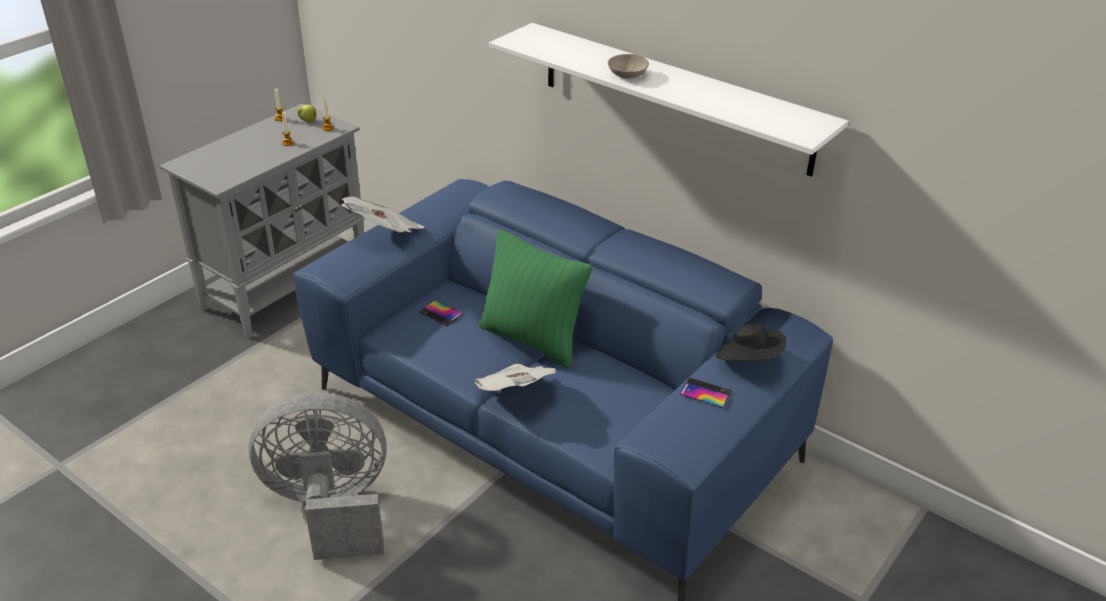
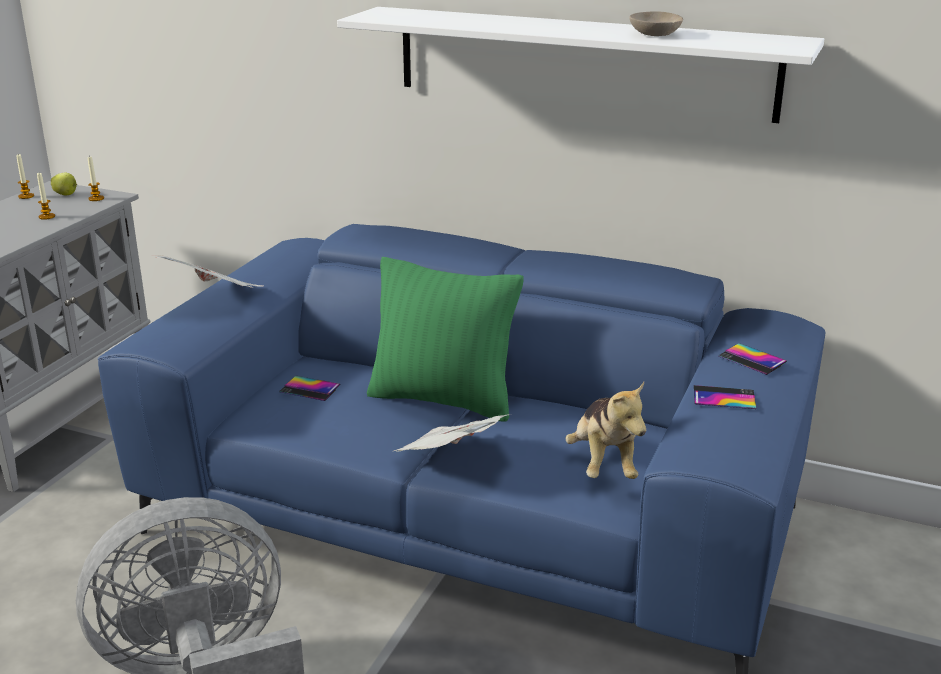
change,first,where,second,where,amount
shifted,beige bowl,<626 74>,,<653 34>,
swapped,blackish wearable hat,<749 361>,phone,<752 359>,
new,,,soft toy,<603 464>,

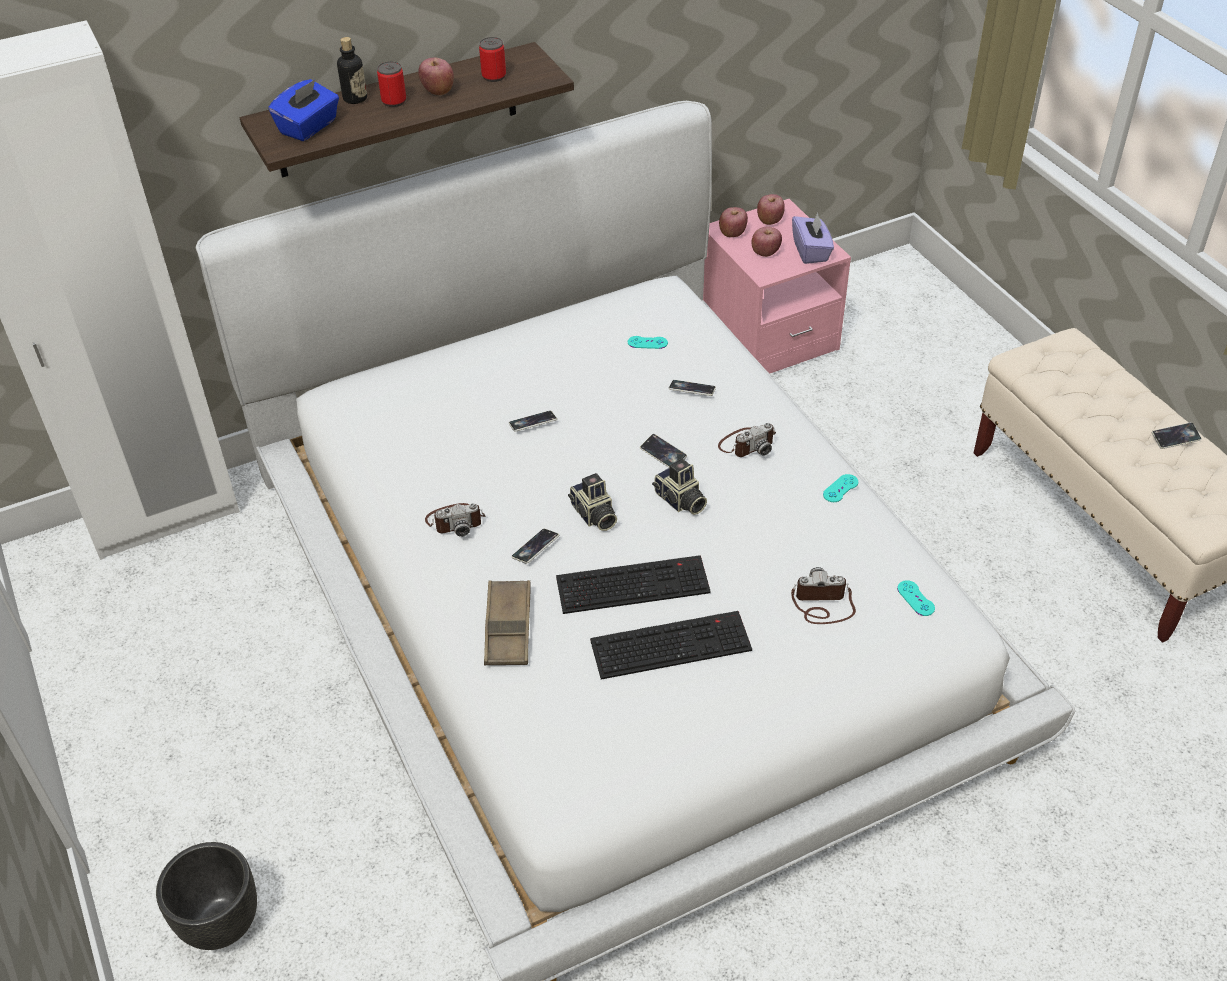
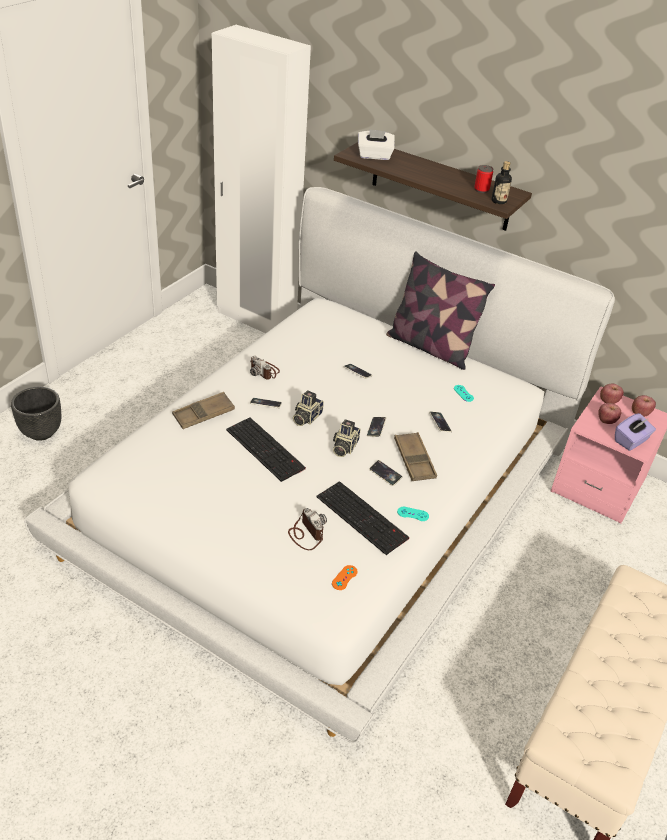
change,first,where,second,where,amount
repainted,blue-coloured tissue holder,<309 127>,white tissue holder,<374 156>,
shifted,beverage bottle,<355 98>,,<498 201>,
gone,sealed can,<394 101>,,,
gone,apple fruit,<438 90>,,,
shifted,keyboard,<672 643>,,<363 517>,
swapped,photo camera,<747 444>,brown tray,<414 460>,
repainted,blue-green game controller,<915 598>,orange game controller,<344 577>,
shifted,phone,<1175 438>,,<385 474>,
new,,,pillow,<430 347>,

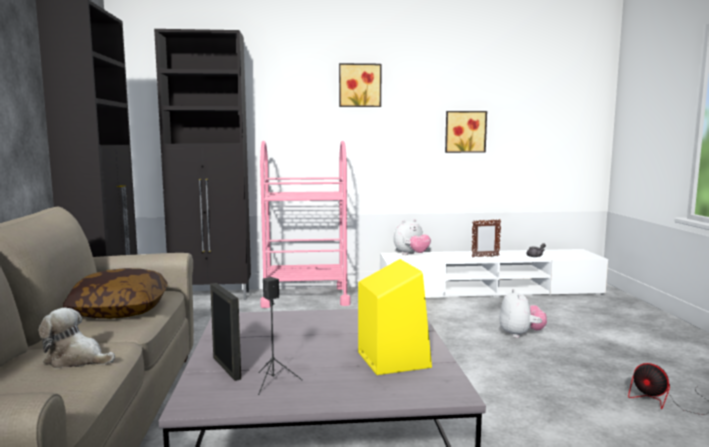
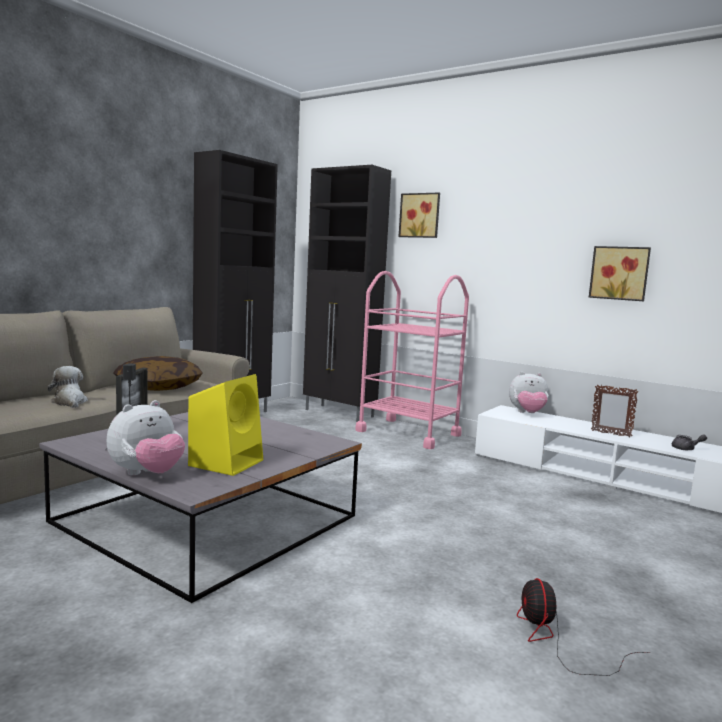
change,first,where,second,where,amount
shifted,picture,<359 85>,,<420 215>,
shifted,soft toy,<520 335>,,<147 474>,

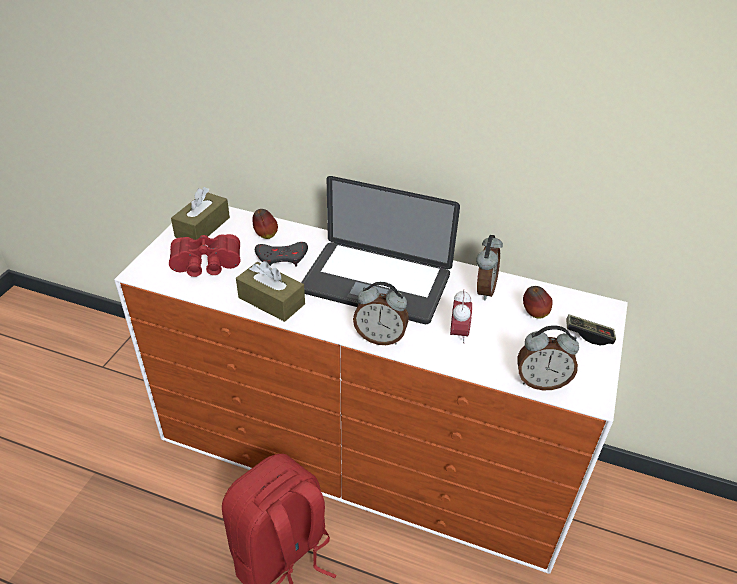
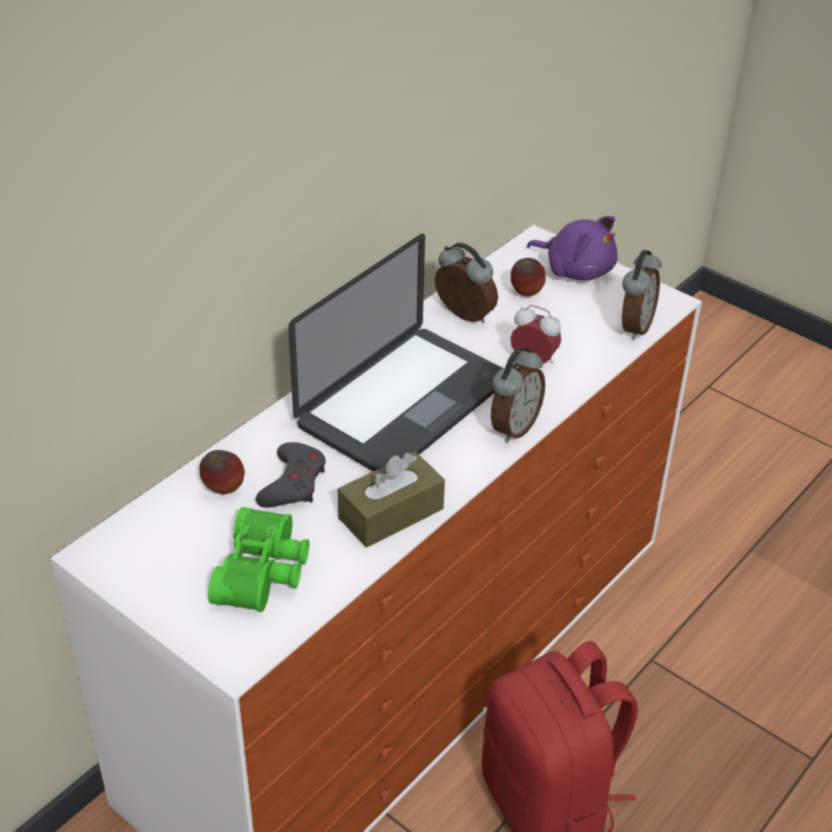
change,first,where,second,where,amount
repainted,reddish field glasses,<206 266>,green field glasses,<265 572>,
gone,brown tissue holder,<202 227>,,,
swapped,game controller,<588 335>,purplish soft toy,<576 269>,

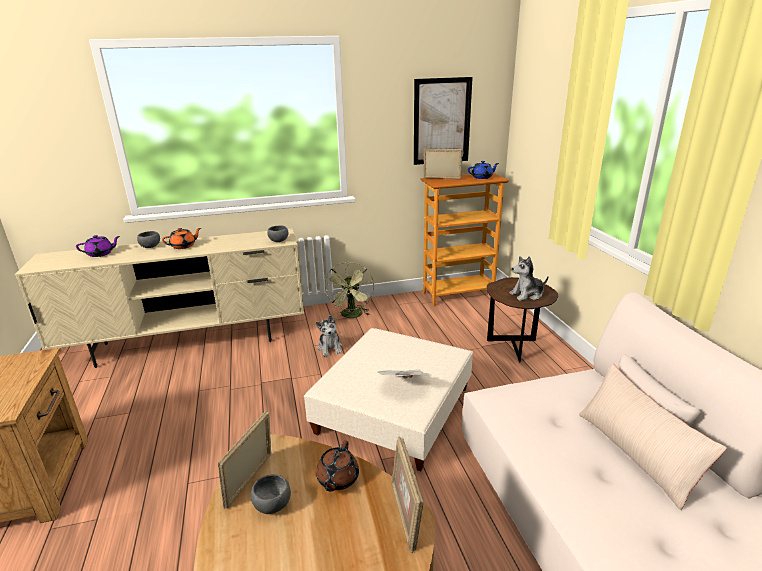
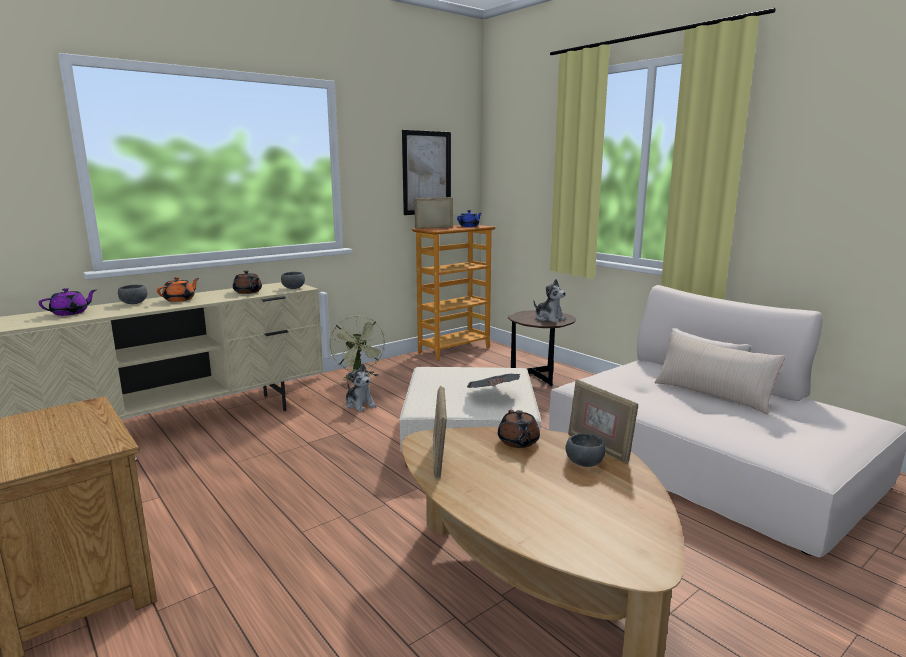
change,first,where,second,where,amount
shifted,grey bowl,<272 505>,,<585 464>,
rotated,soft toy,<527 295>,,<549 318>,90 degrees counterclockwise
new,,,brown tea pot,<248 292>,

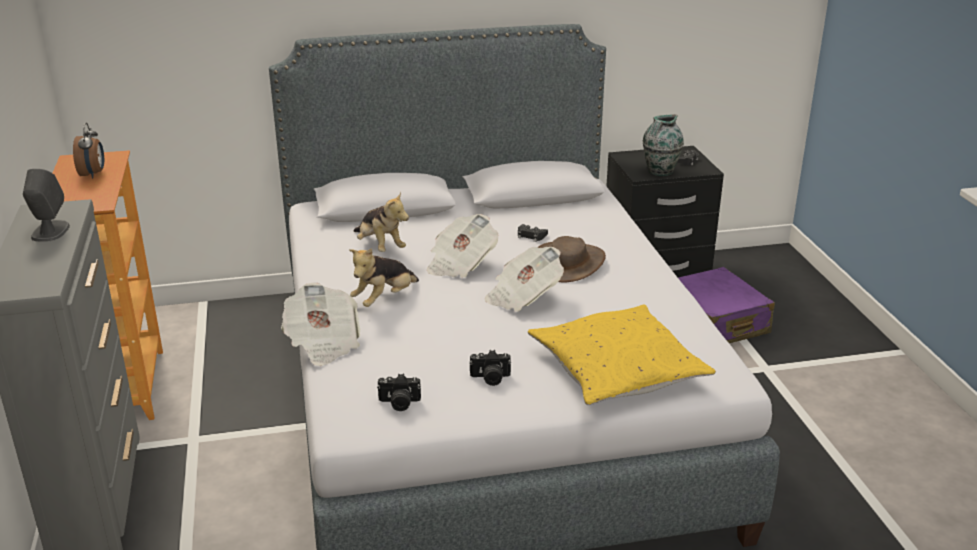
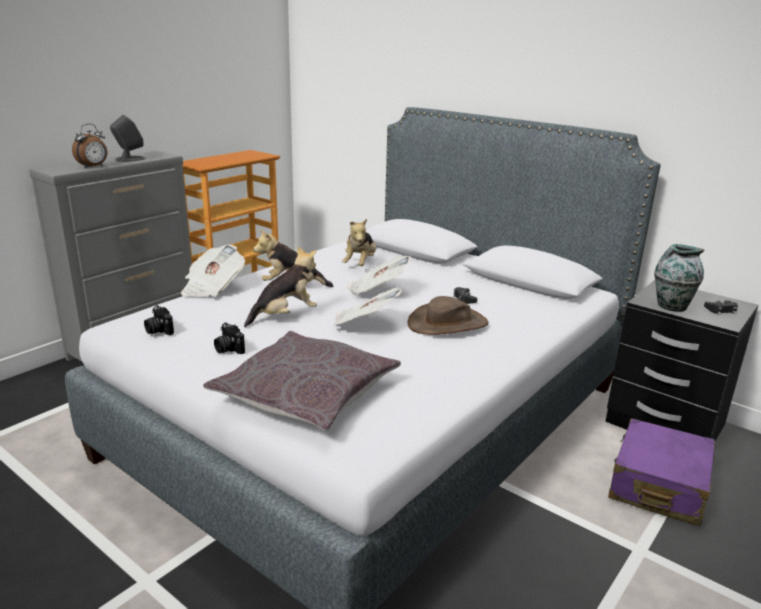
change,first,where,second,where,amount
shifted,table clock,<93 174>,,<93 167>,
repainted,yellow pillow,<617 369>,grey pillow,<306 393>,
new,,,soft toy,<285 315>,

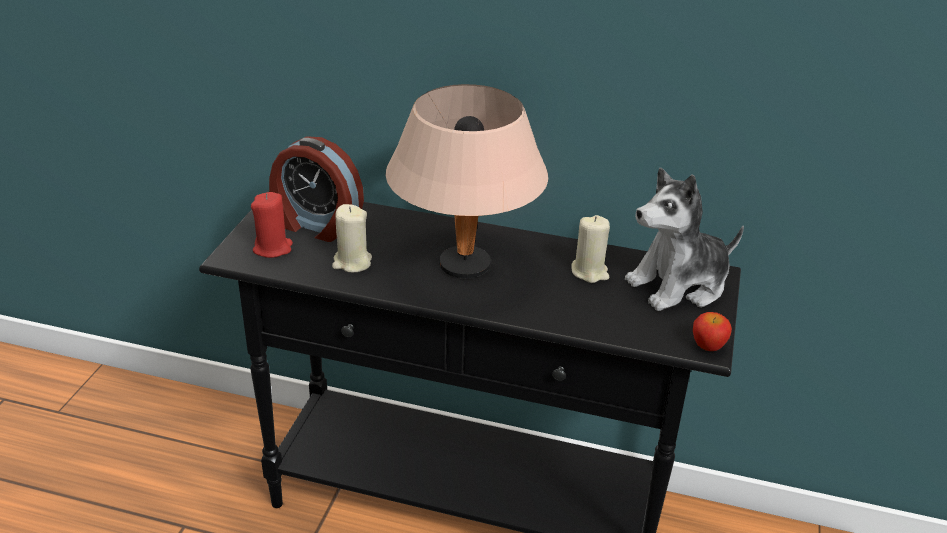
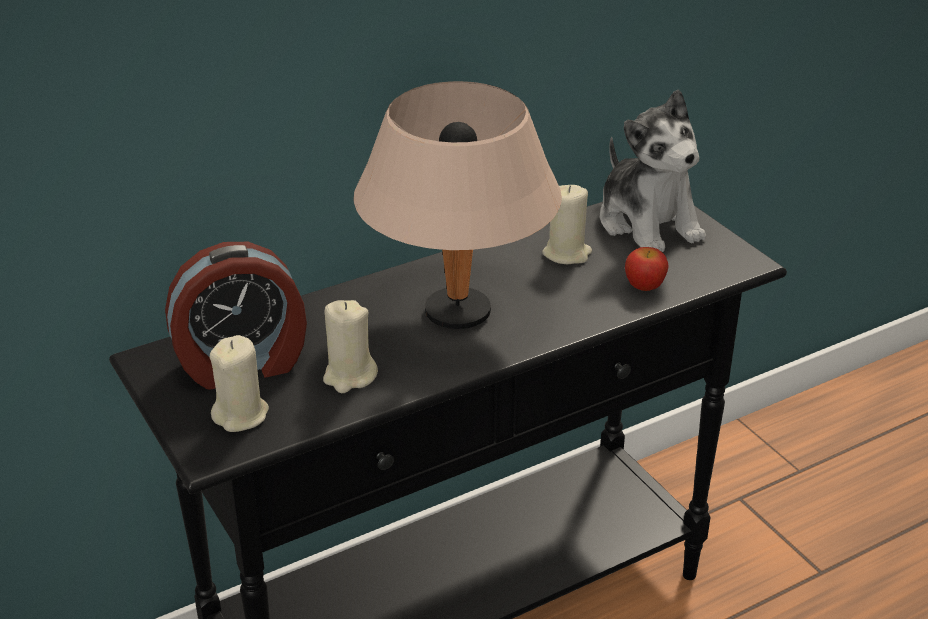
change,first,where,second,where,amount
repainted,reddish wax light,<273 248>,beige wax light,<241 415>,
rotated,soft toy,<679 285>,,<648 223>,45 degrees counterclockwise
shifted,apple fruit,<708 346>,,<645 286>,

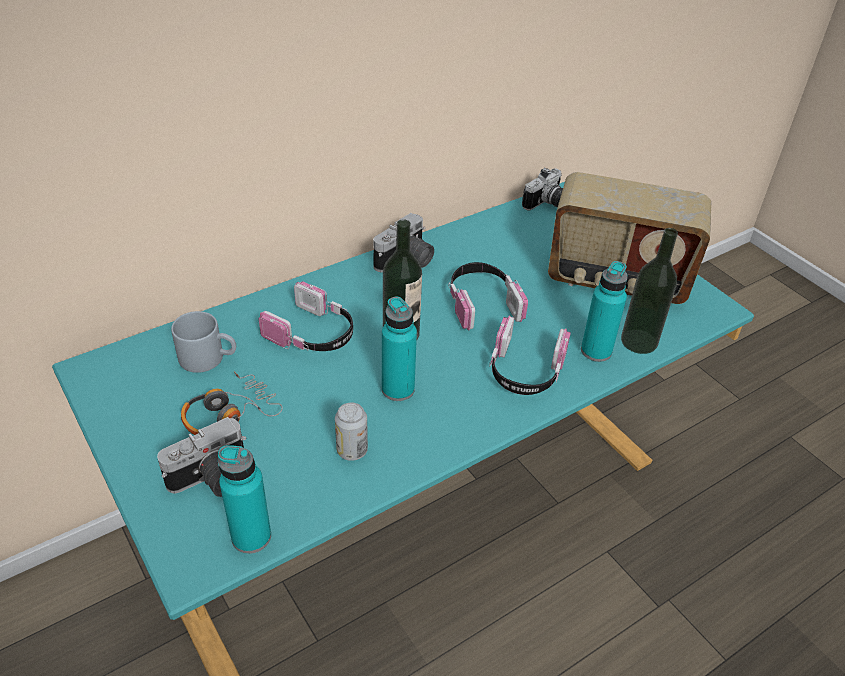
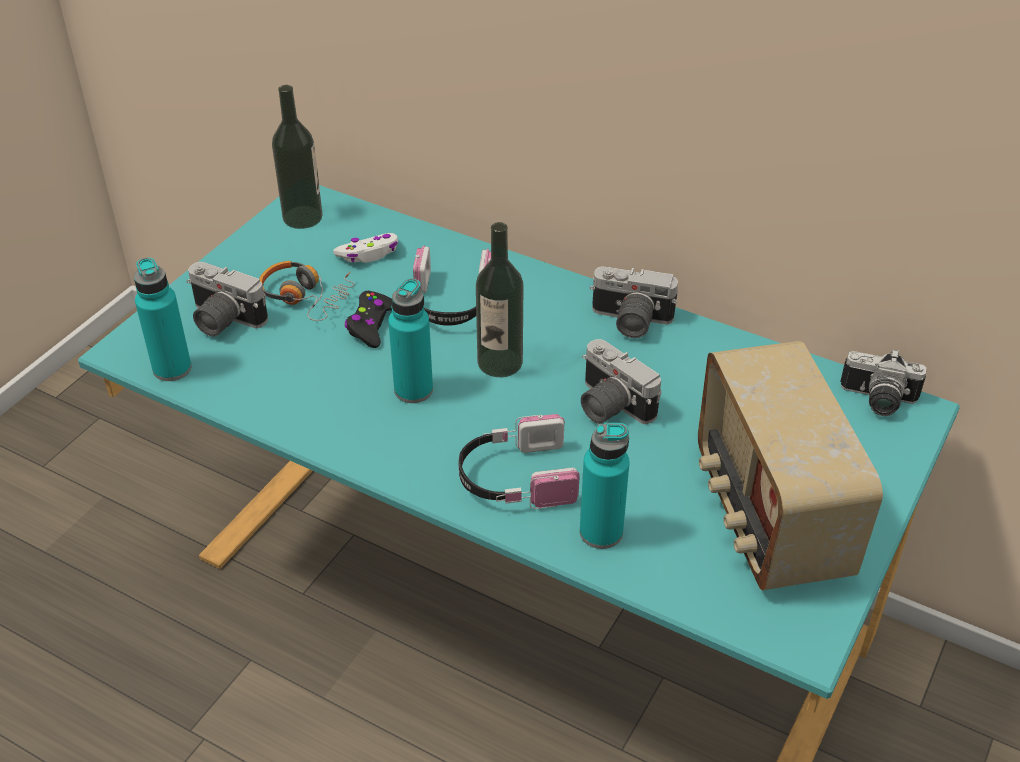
change,first,where,second,where,amount
swapped,grey tea mug,<209 357>,white game controller,<369 254>,
gone,sealed can,<352 450>,,,
swapped,headphones,<482 303>,photo camera,<608 406>,
shifted,beverage bottle,<639 341>,,<302 217>,
new,,,blackish game controller,<371 325>,

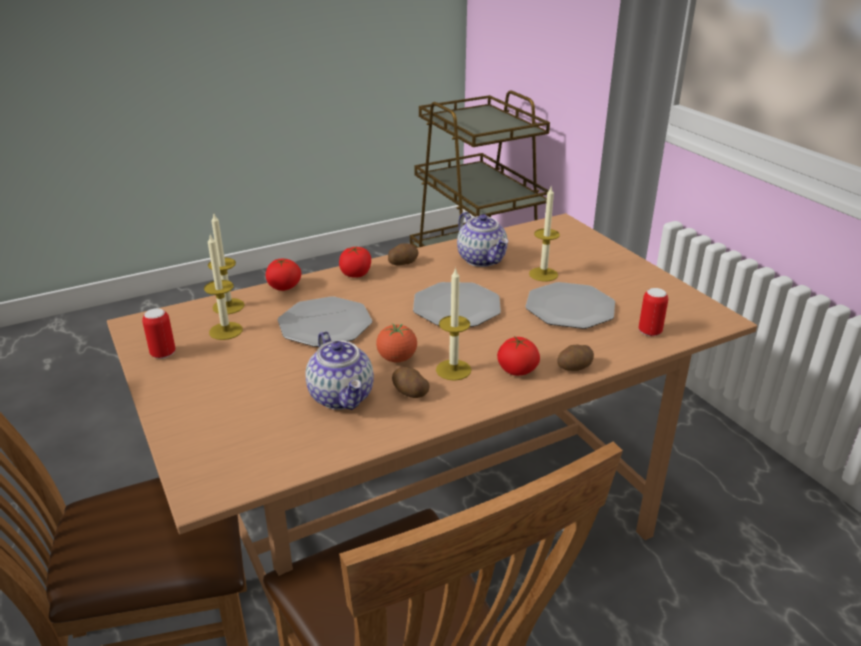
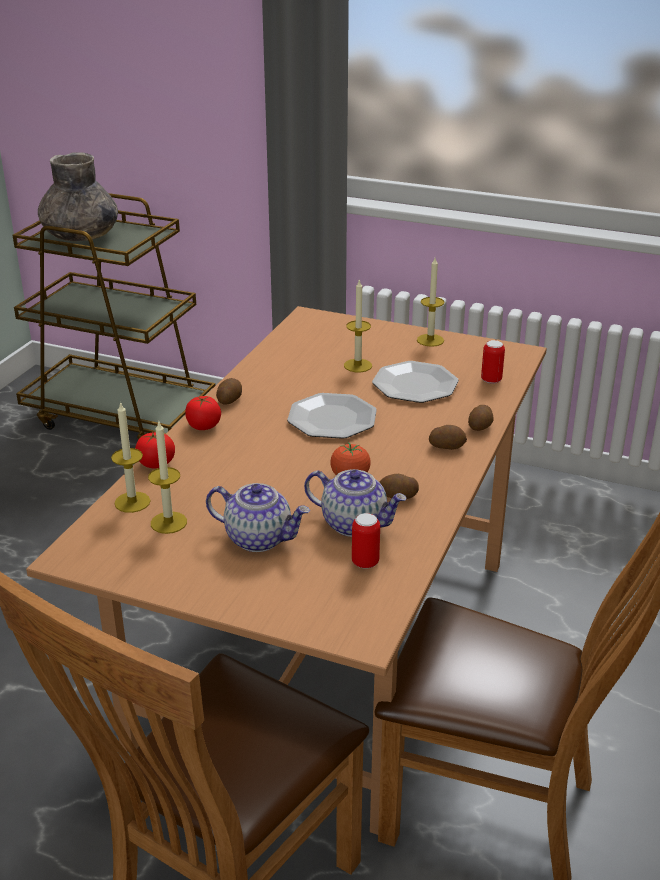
change,first,where,second,where,amount
shifted,sealed can,<163 354>,,<365 562>,
gone,flat dish,<325 324>,,,
shifted,wax light,<453 370>,,<430 340>,
shifted,tea pot,<482 259>,,<259 538>,
swapped,tomato,<517 370>,potato,<447 446>,
new,,,grey decorative vase,<81 236>,

